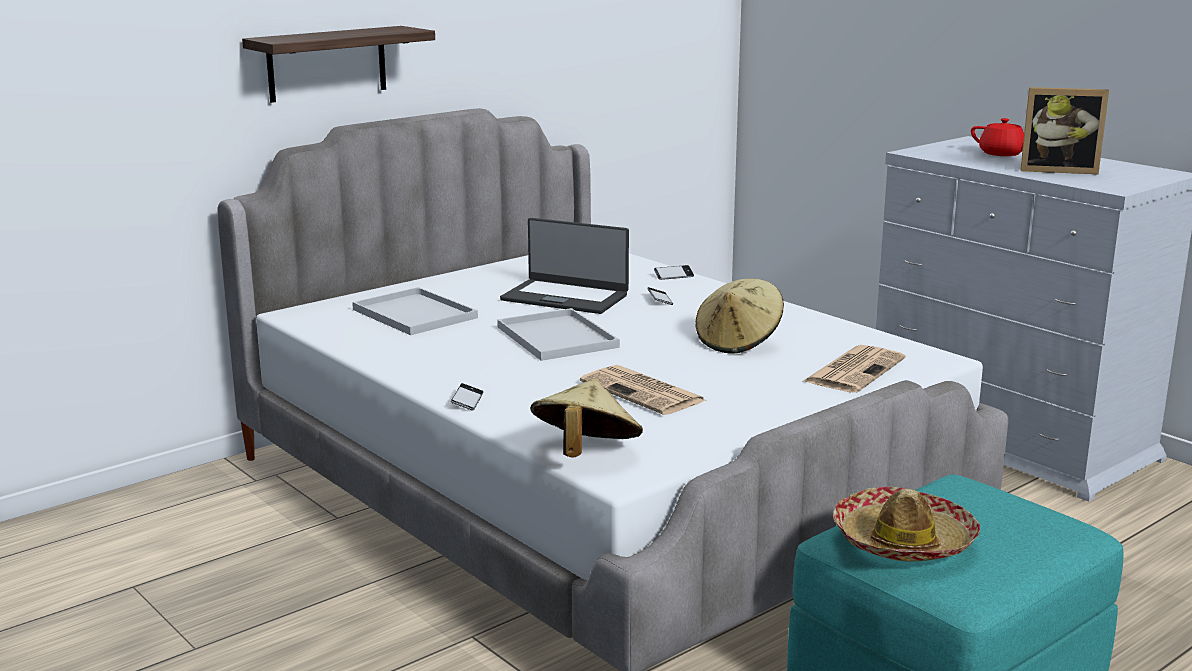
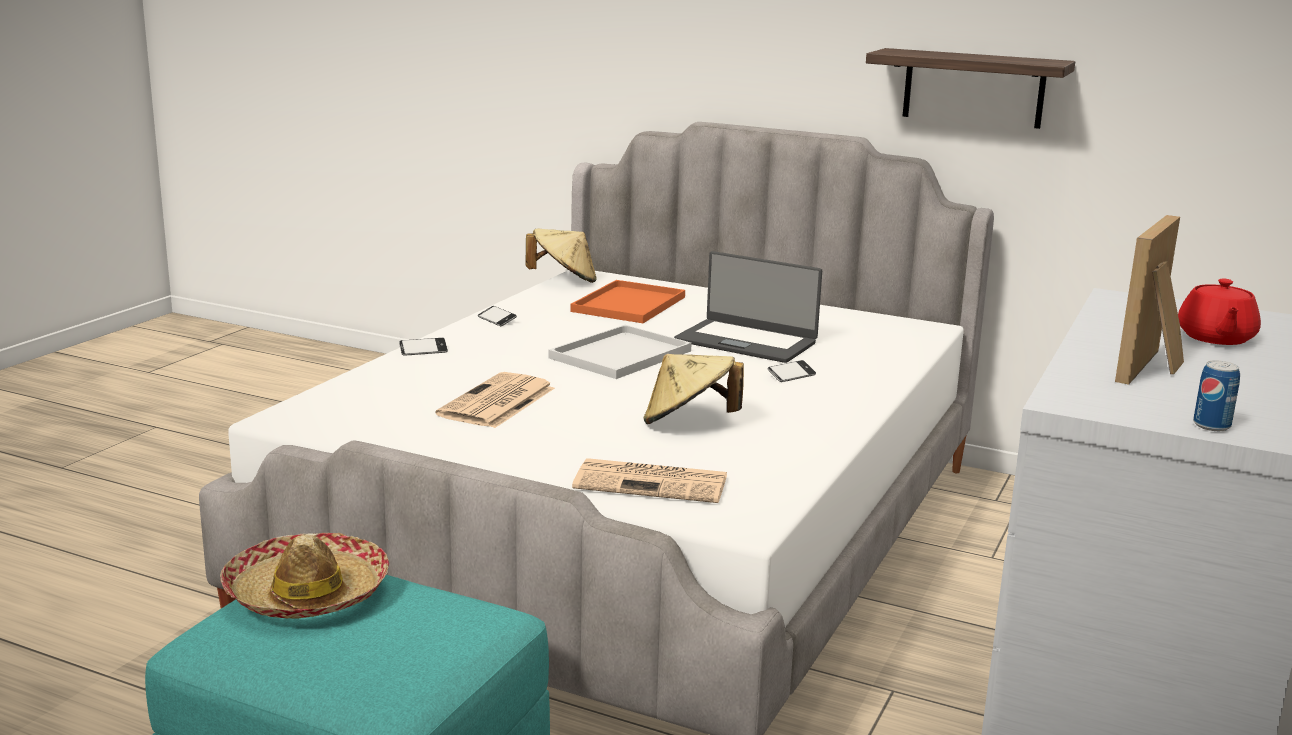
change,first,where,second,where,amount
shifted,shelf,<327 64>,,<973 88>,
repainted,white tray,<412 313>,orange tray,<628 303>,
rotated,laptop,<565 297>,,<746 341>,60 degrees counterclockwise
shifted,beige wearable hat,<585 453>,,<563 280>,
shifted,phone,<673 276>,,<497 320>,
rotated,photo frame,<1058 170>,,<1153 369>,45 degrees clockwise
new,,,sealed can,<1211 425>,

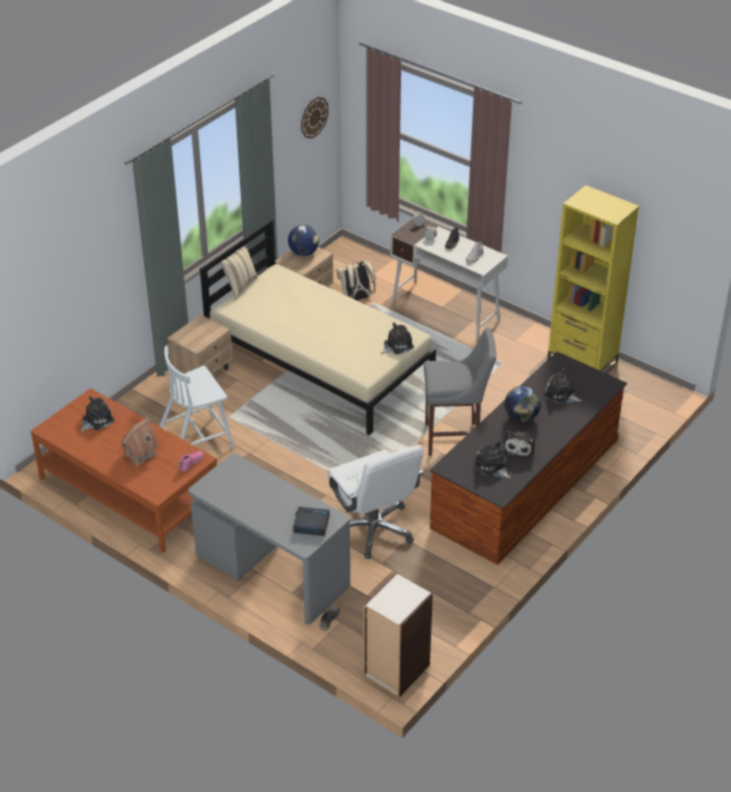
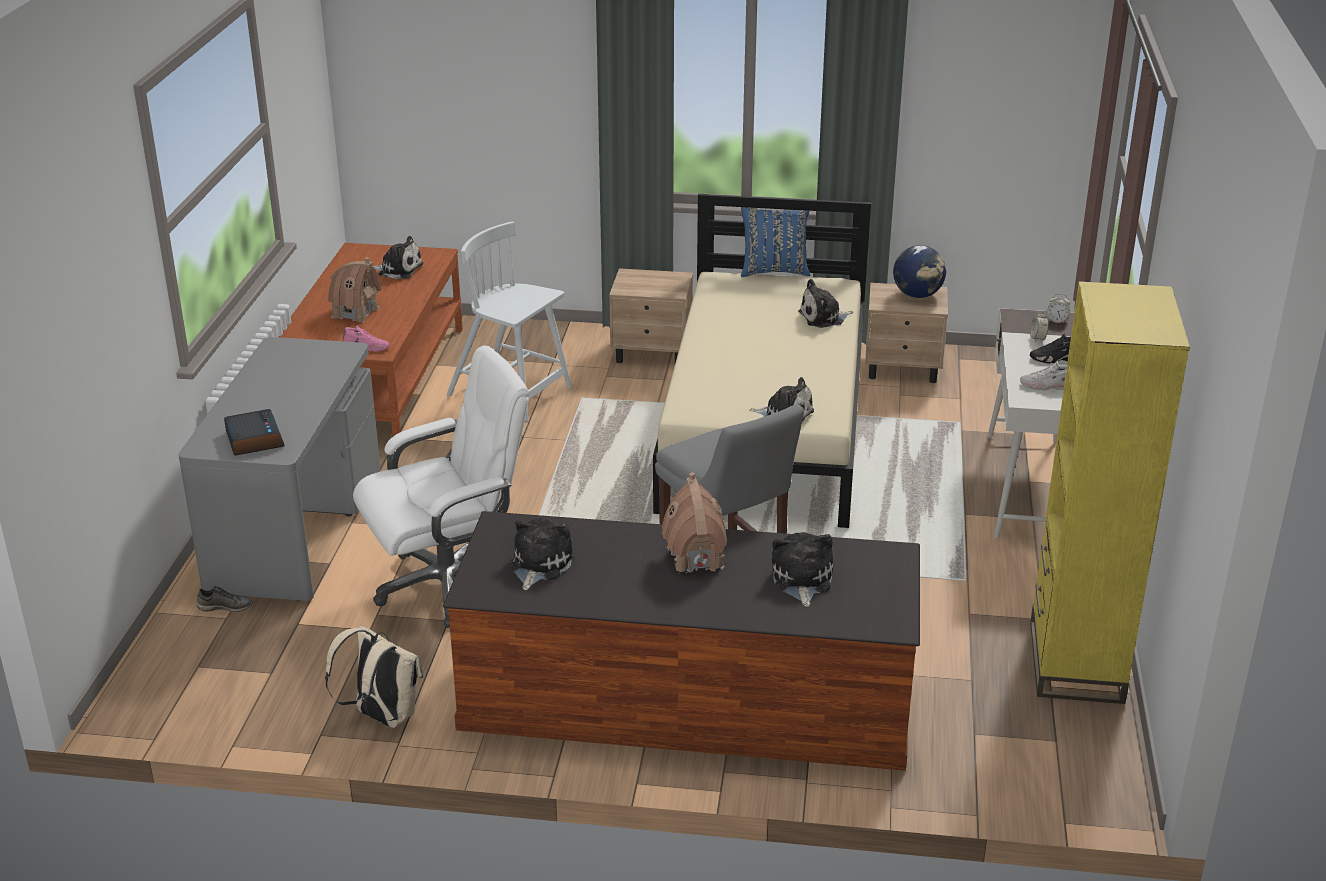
change,first,where,second,where,amount
repainted,beige pillow,<239 285>,blue-coloured pillow,<774 271>,
gone,hanging clock,<314 117>,,,
rotated,white desk chair,<374 529>,,<449 584>,150 degrees counterclockwise
shifted,beige backpack,<356 299>,,<382 716>,
gone,shelving unit,<396 671>,,,
shifted,soft toy,<519 447>,,<823 318>,
swapped,world globe,<521 417>,model house,<695 557>,

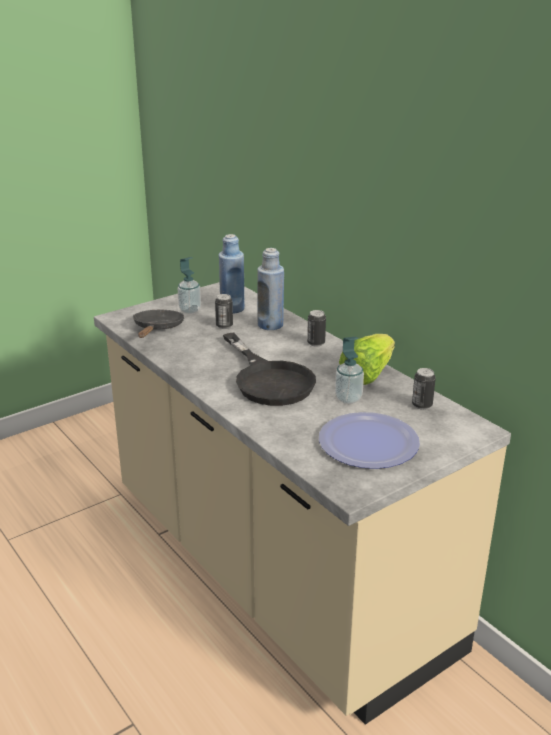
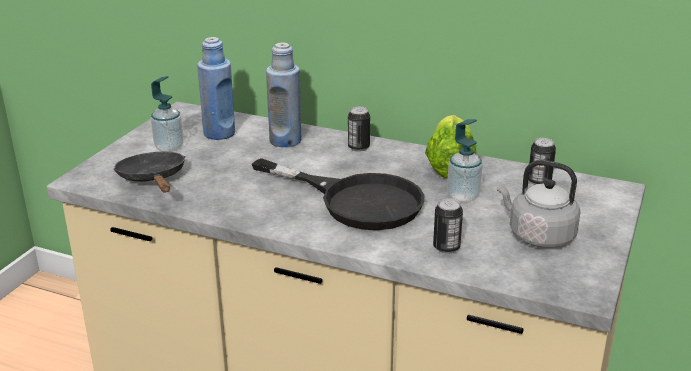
change,first,where,second,where,amount
shifted,sealed can,<224 326>,,<446 247>,
swapped,flat dish,<368 442>,grey tea kettle,<537 235>,

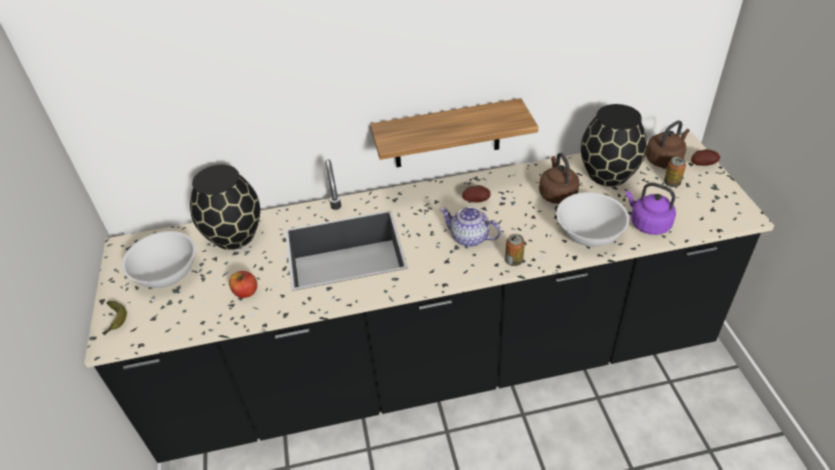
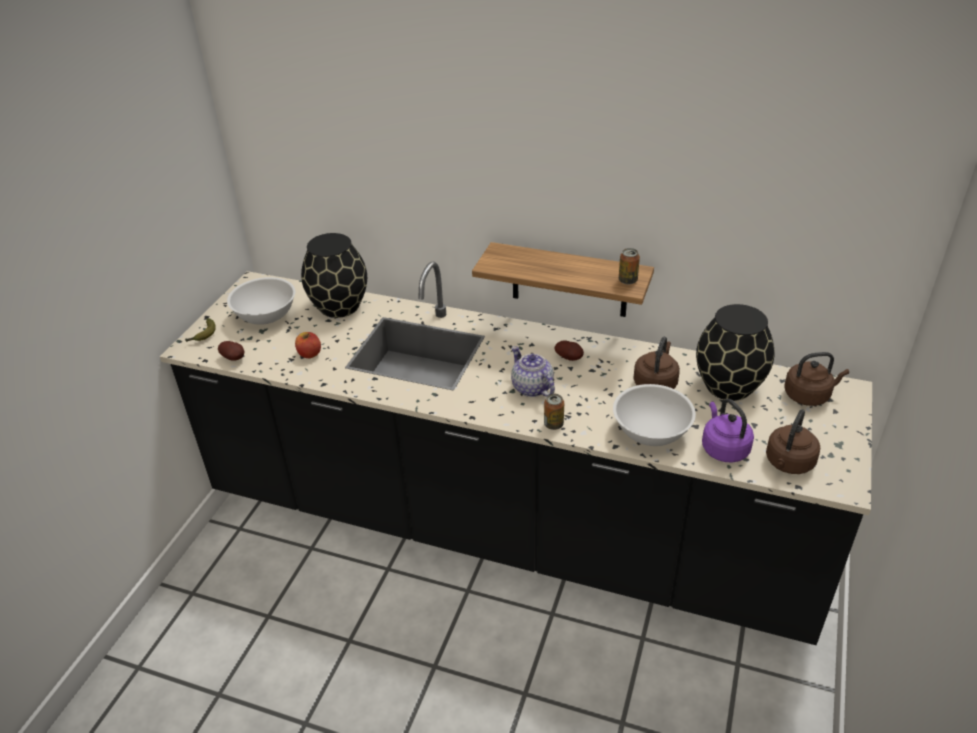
change,first,where,second,where,amount
shifted,sealed can,<672 183>,,<627 280>,
shifted,potato,<702 164>,,<234 358>,
new,,,brown tea kettle,<788 463>,

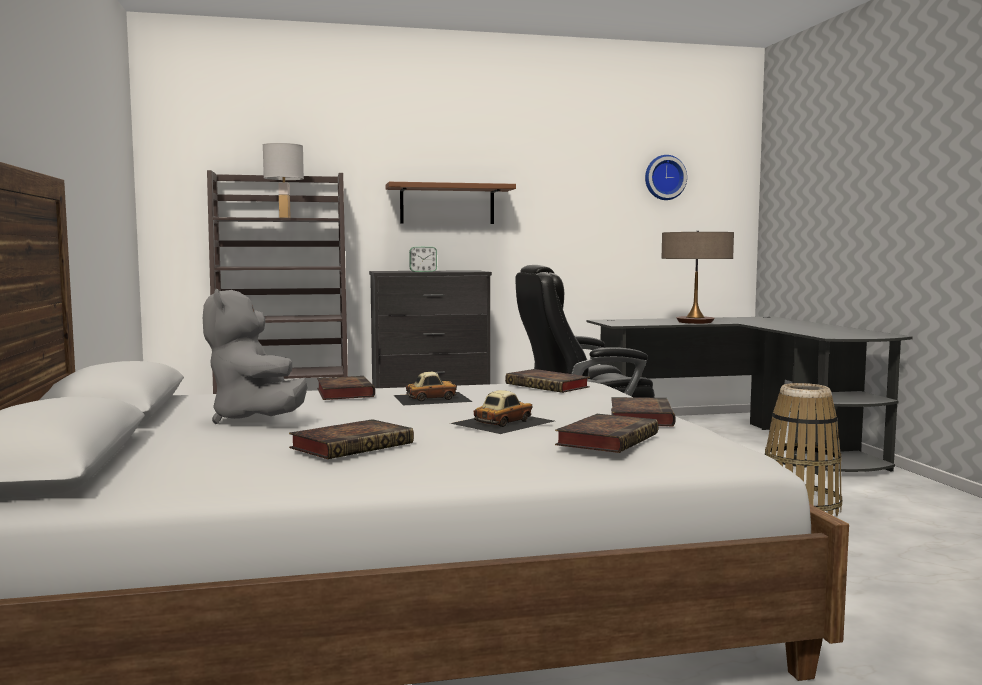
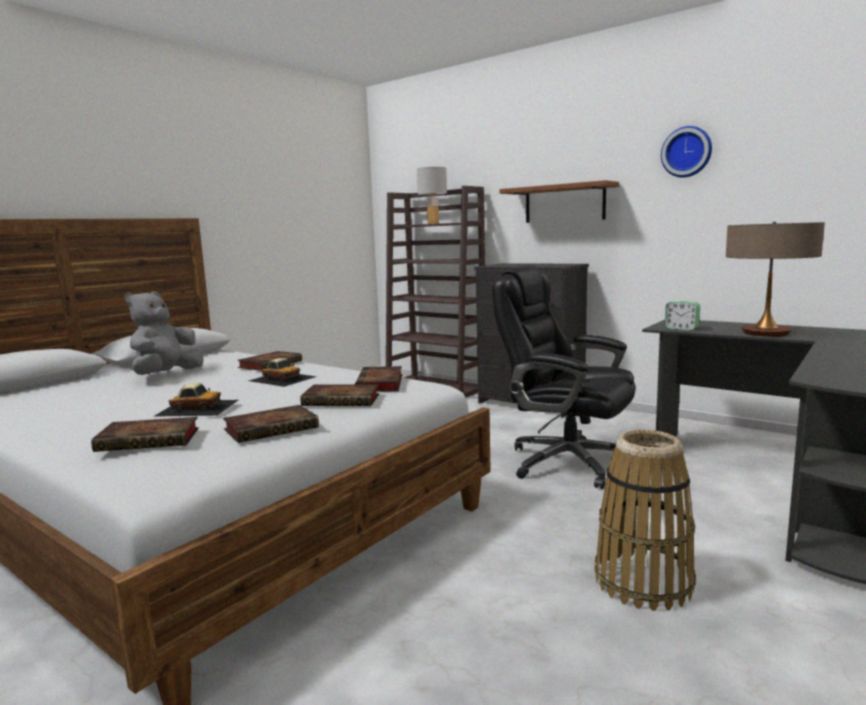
change,first,where,second,where,amount
shifted,volume,<353 446>,,<343 400>,
shifted,table clock,<423 271>,,<681 329>,
shifted,hanging clock,<664 177>,,<687 152>,

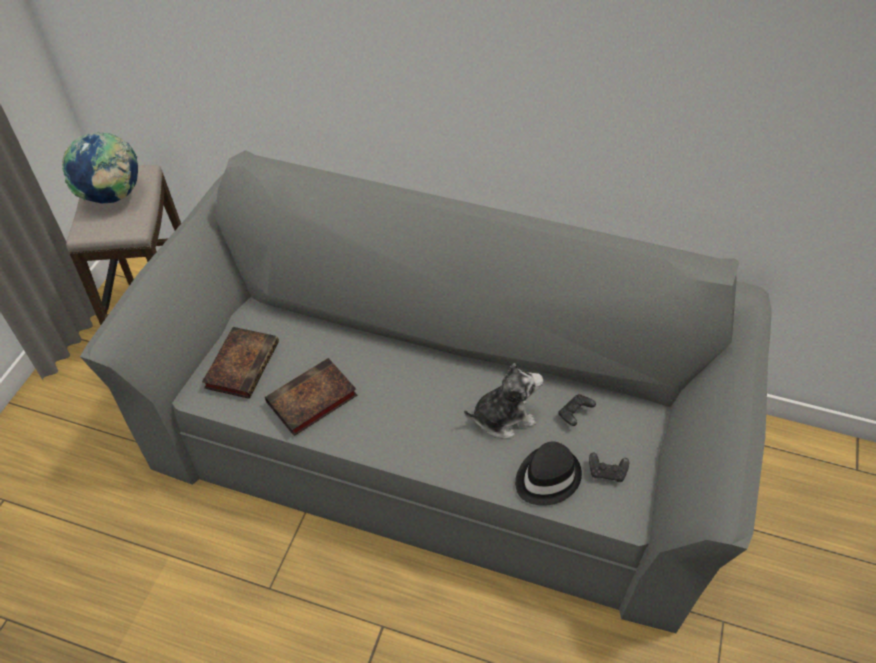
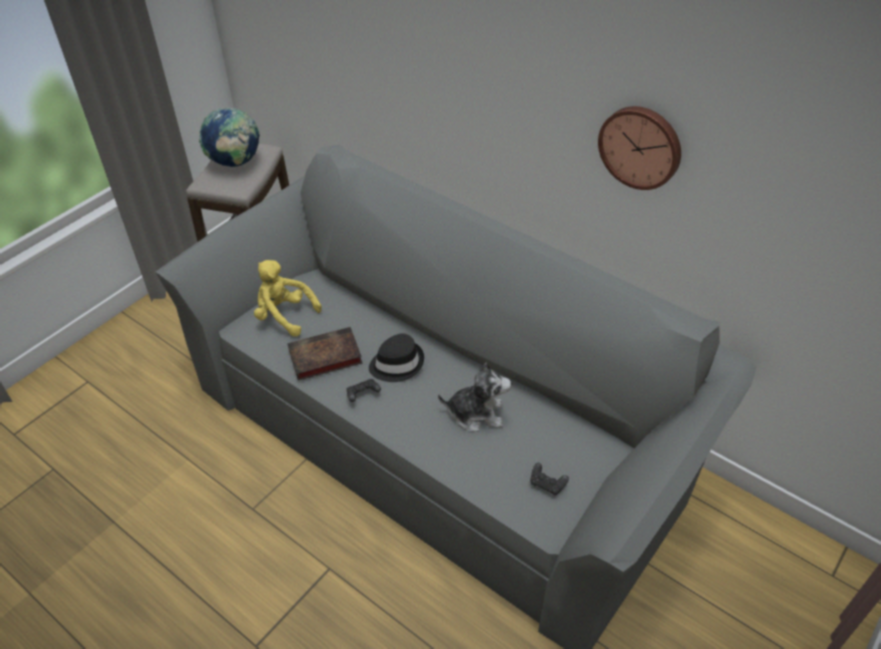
change,first,where,second,where,amount
swapped,volume,<242 363>,yellow soft toy,<284 315>,
shifted,blackish wearable hat,<546 477>,,<396 363>,
shifted,blackish game controller,<574 414>,,<363 395>,
new,,,hanging clock,<641 146>,

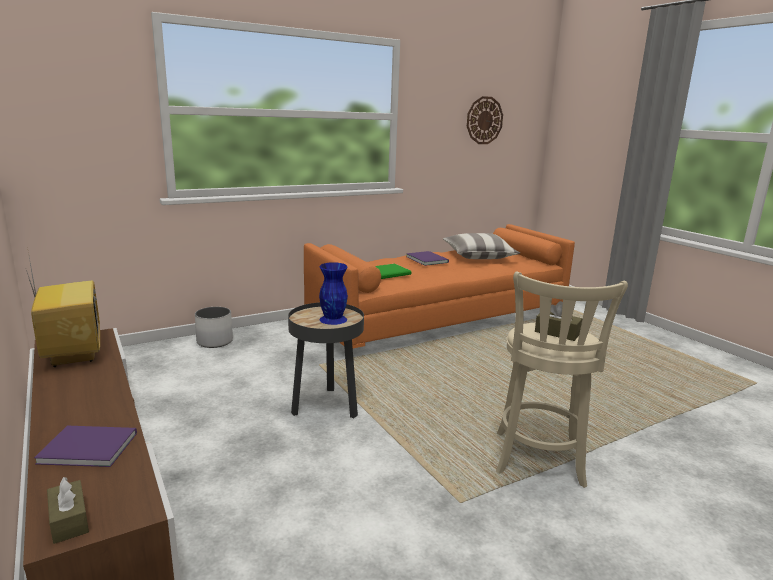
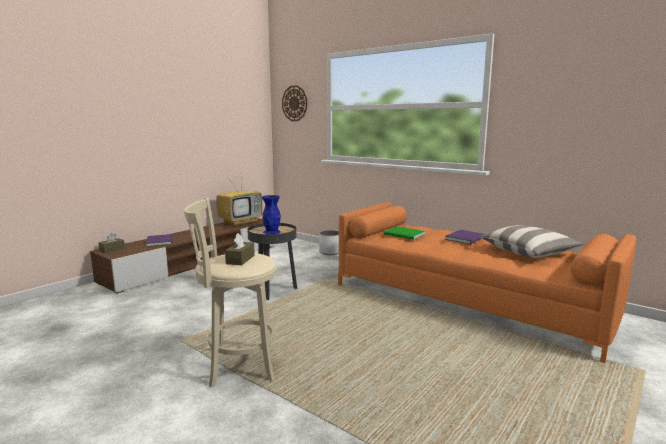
change,first,where,second,where,amount
shifted,hanging clock,<484 120>,,<294 103>,

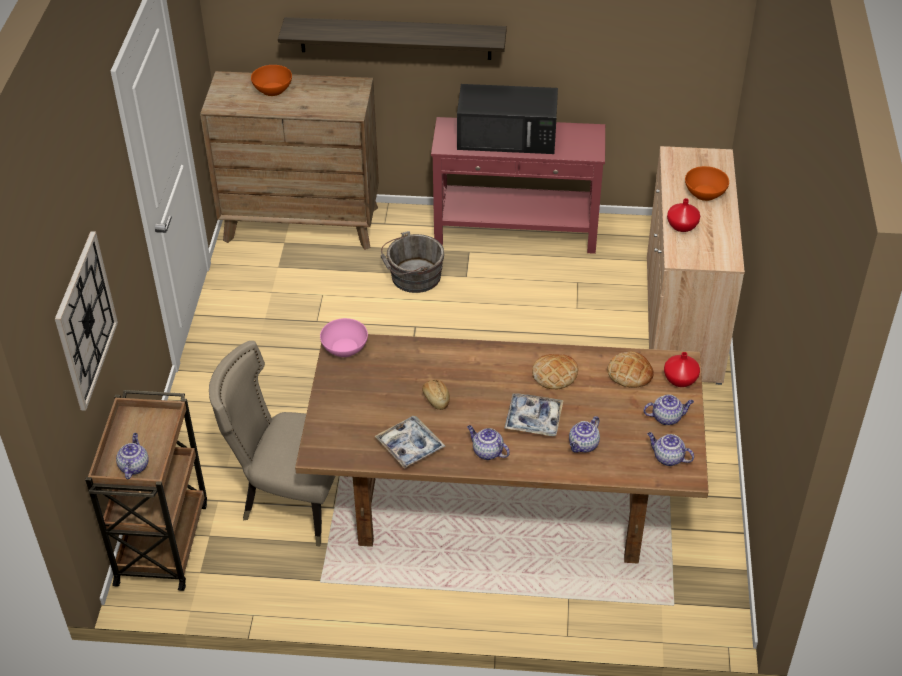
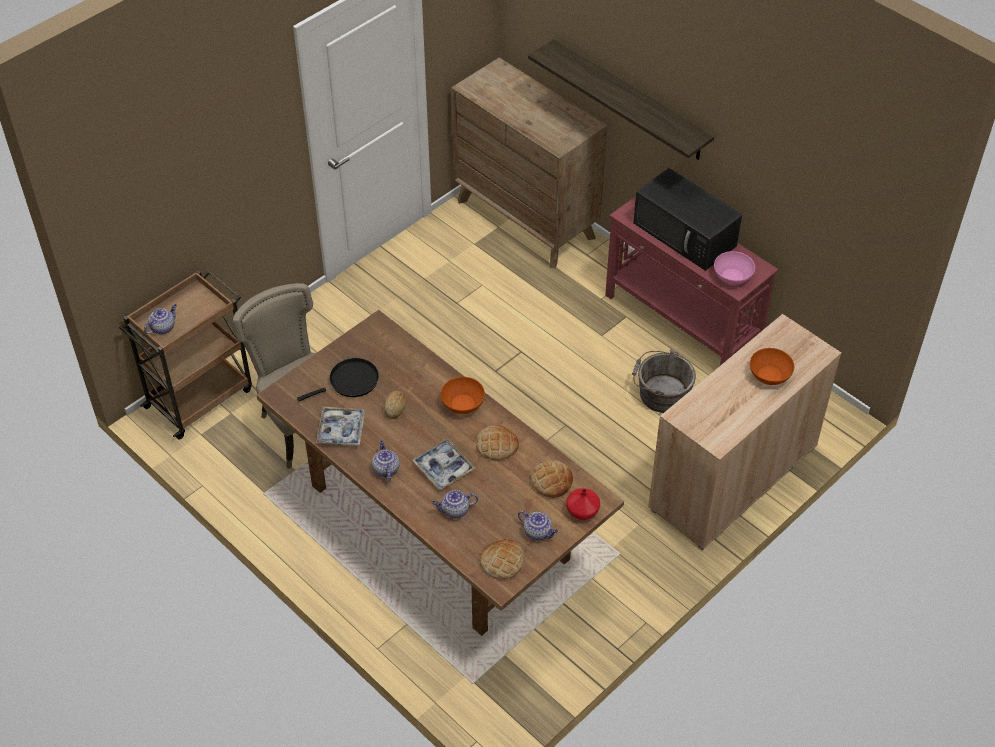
change,first,where,second,where,amount
gone,hanging clock,<85 320>,,,
shifted,orange bowl,<273 89>,,<463 404>,
shifted,pink bowl,<344 348>,,<732 276>,
shifted,grey bucket,<413 277>,,<661 393>,
swapped,tea pot,<667 458>,bakery bread,<502 561>,
gone,reddish decorative vase,<682 226>,,,
new,,,blackish skillet,<350 382>,

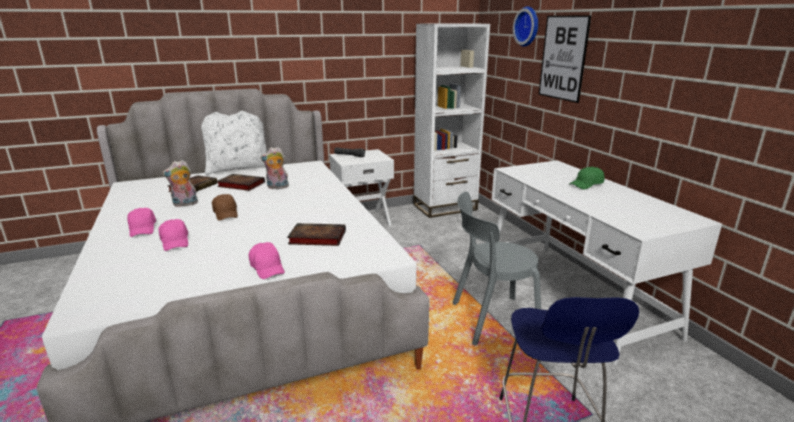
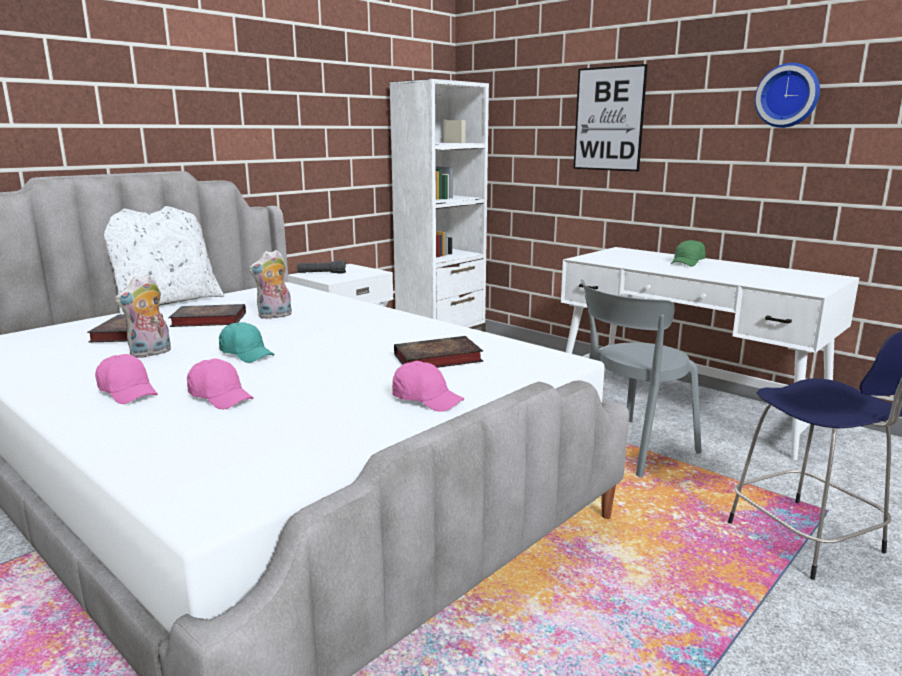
change,first,where,second,where,amount
repainted,brown baseball cap,<226 214>,blue-green baseball cap,<247 354>,
shifted,hanging clock,<528 26>,,<788 95>,

